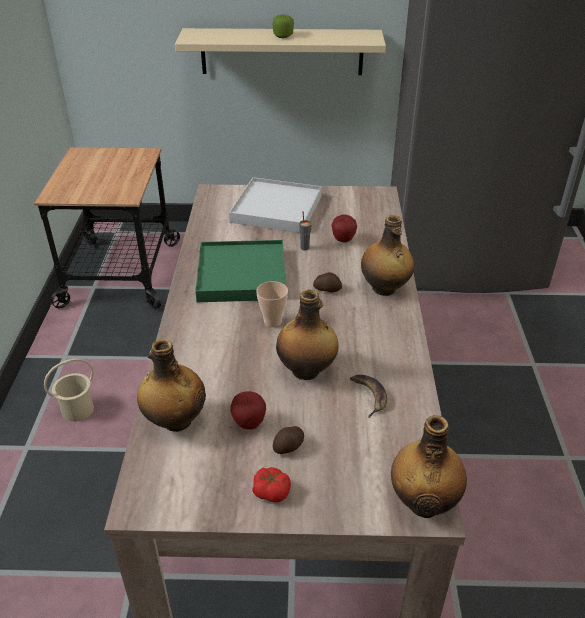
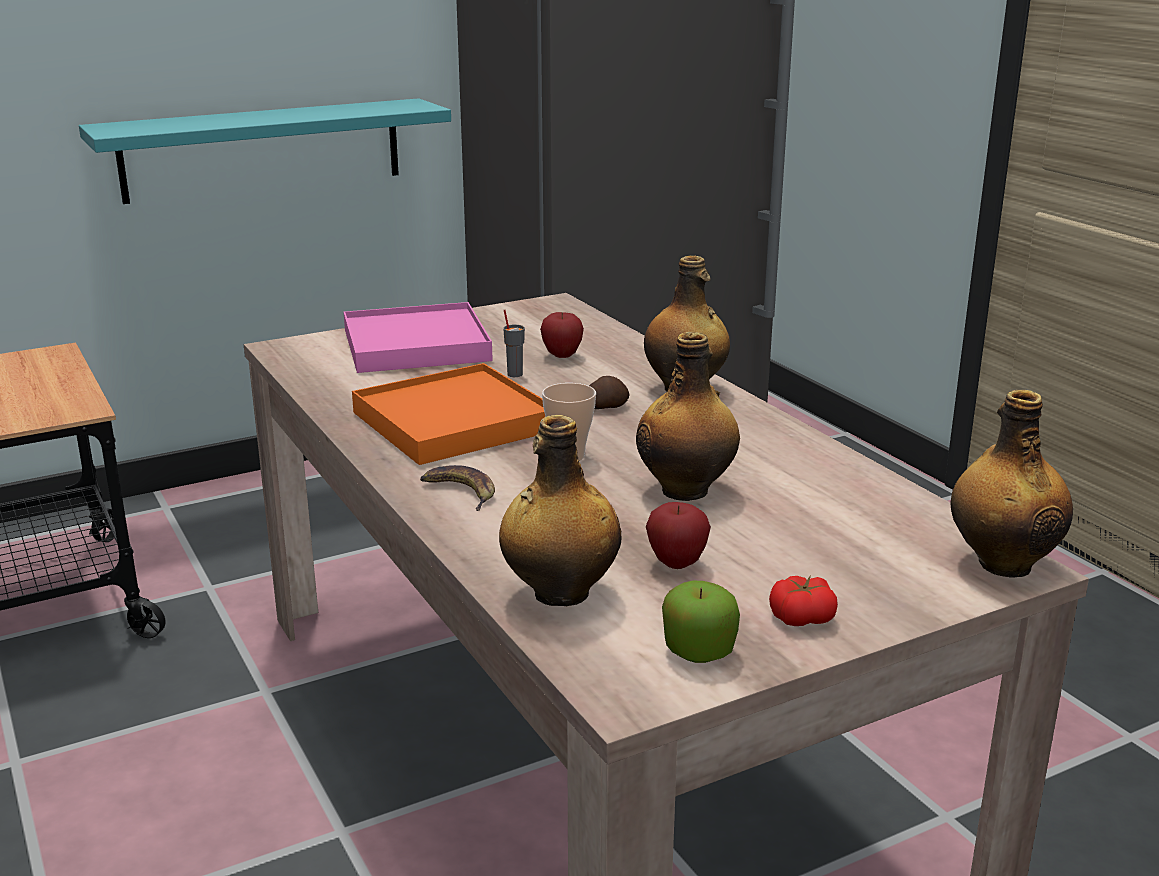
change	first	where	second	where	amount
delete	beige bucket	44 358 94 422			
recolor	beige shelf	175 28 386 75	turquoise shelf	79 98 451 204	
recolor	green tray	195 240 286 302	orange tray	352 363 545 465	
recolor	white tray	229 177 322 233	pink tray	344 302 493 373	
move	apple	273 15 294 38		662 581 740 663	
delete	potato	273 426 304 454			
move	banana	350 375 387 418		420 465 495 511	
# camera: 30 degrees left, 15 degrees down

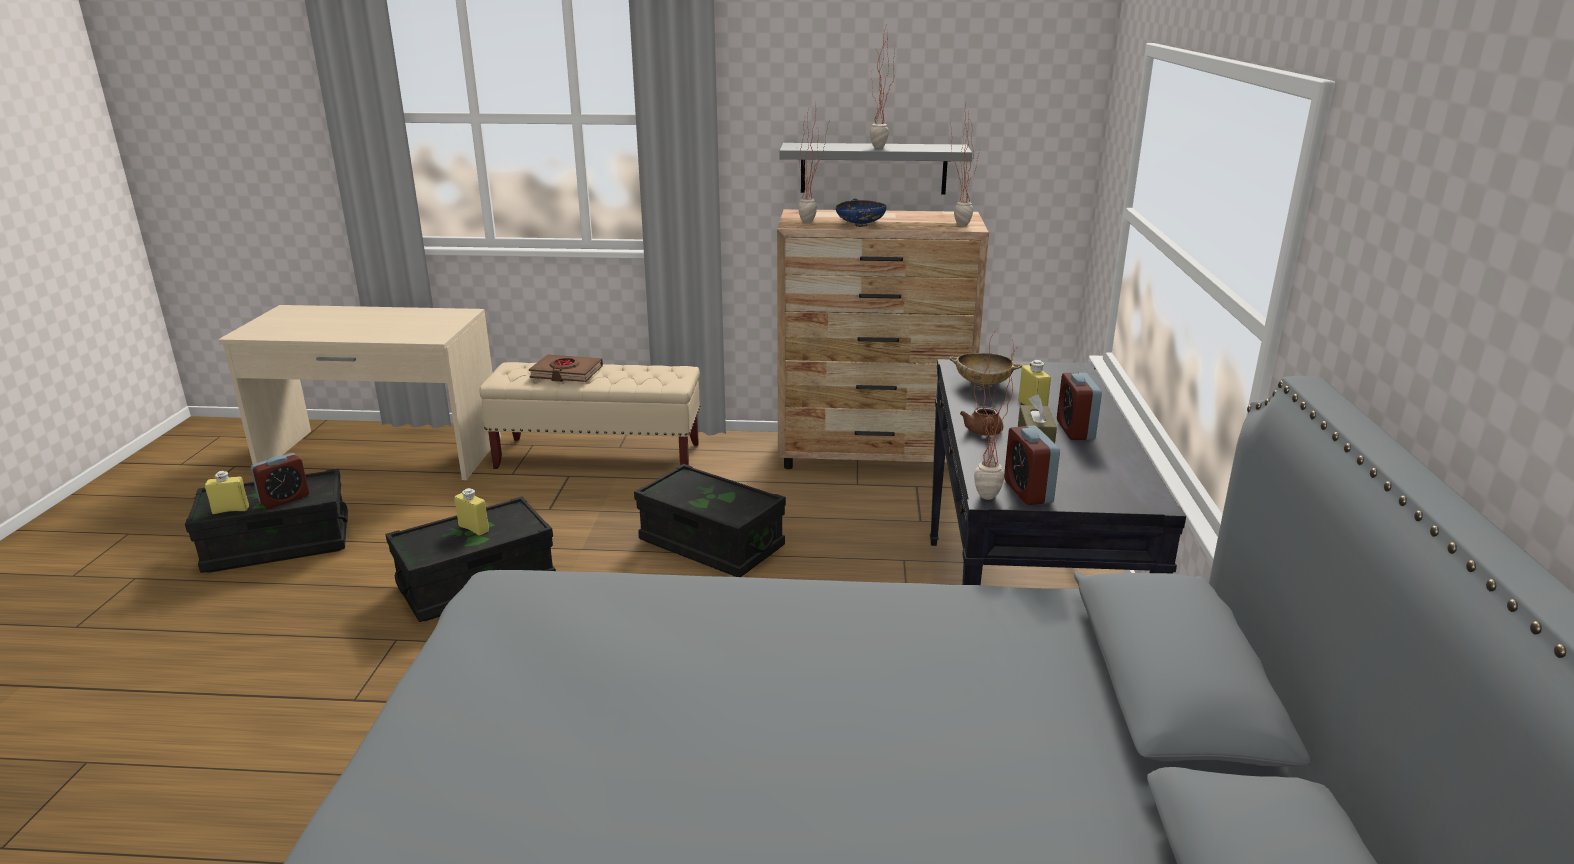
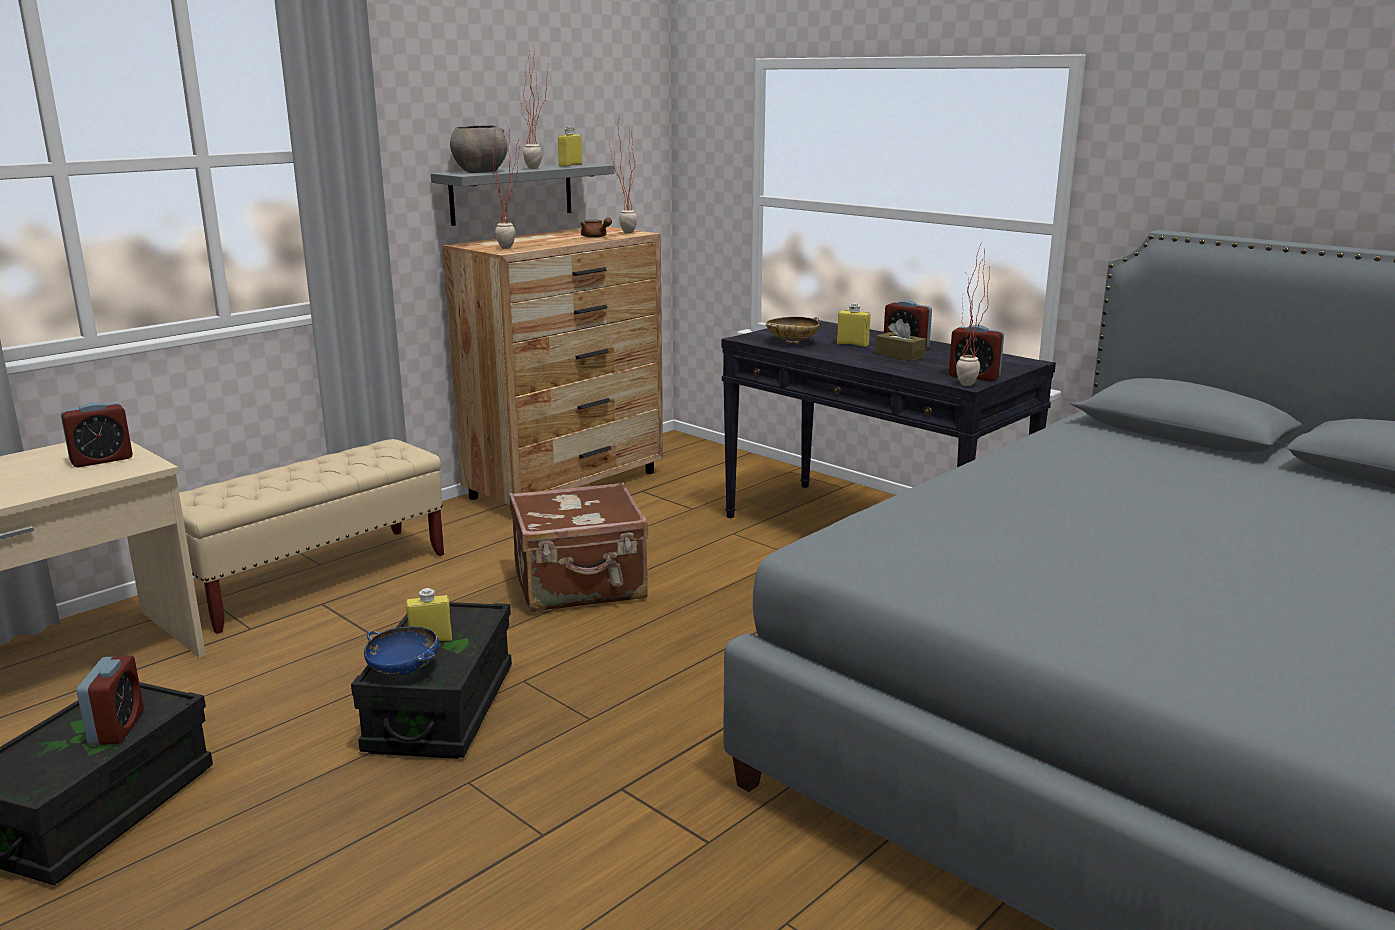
change	first	where	second	where	amount
move	yellow bottle	205 471 249 514		558 127 582 167	
delete	brown book	529 354 603 382			
replace	black storage box	634 464 786 577	brown suitcase	509 482 648 612	
move	blue bowl	836 199 886 227		364 627 439 675	
move	brown teapot	960 406 1003 436		580 217 612 238	
insert			alarm clock	61 402 133 467	
insert			grey bowl	450 125 508 173	
# camera: 50 degrees left, 5 degrees down

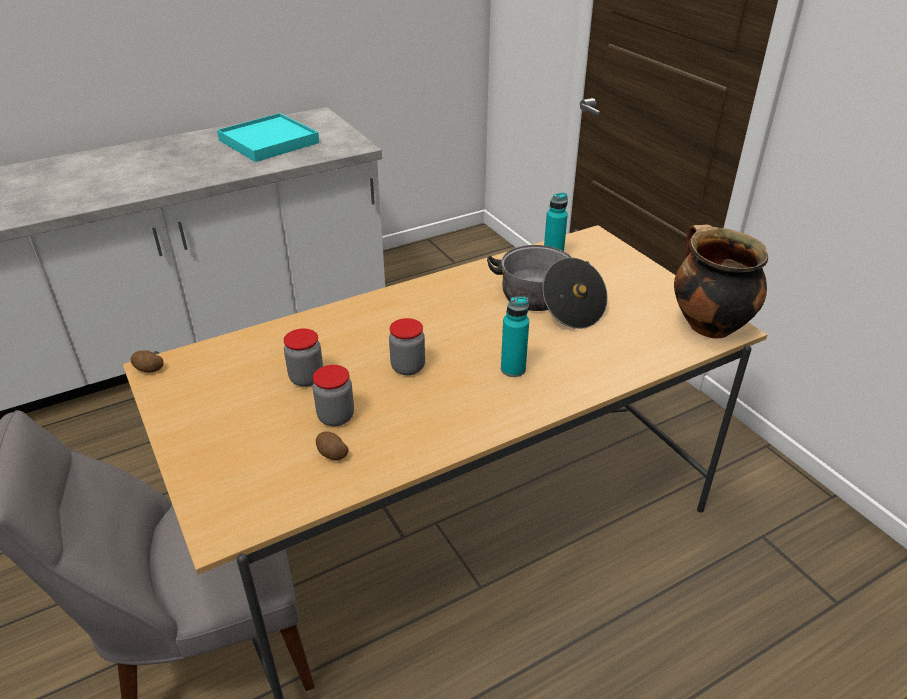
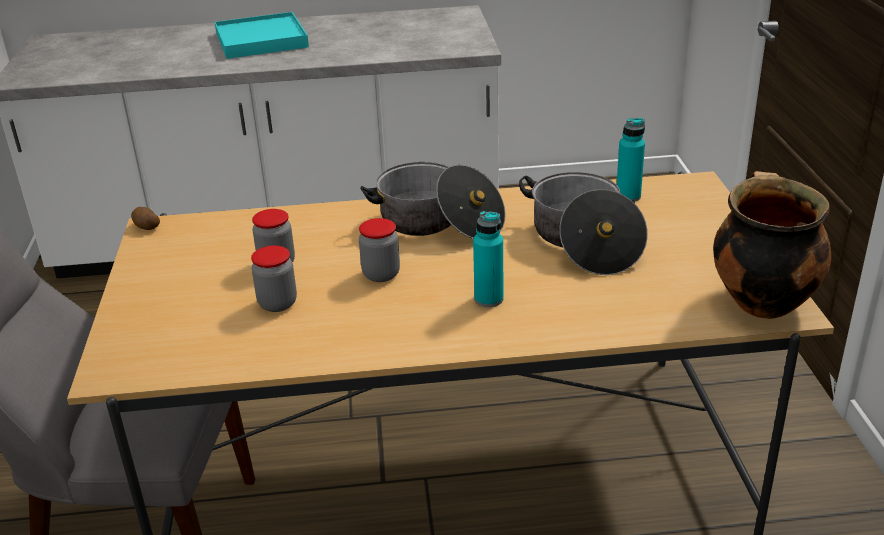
change	first	where	second	where	amount
move	turquoise tray	217 113 320 162		215 12 309 59	
delete	potato	316 431 348 460			
insert			cooking pot	360 162 506 239	
# camera: 25 degrees right, 5 degrees down

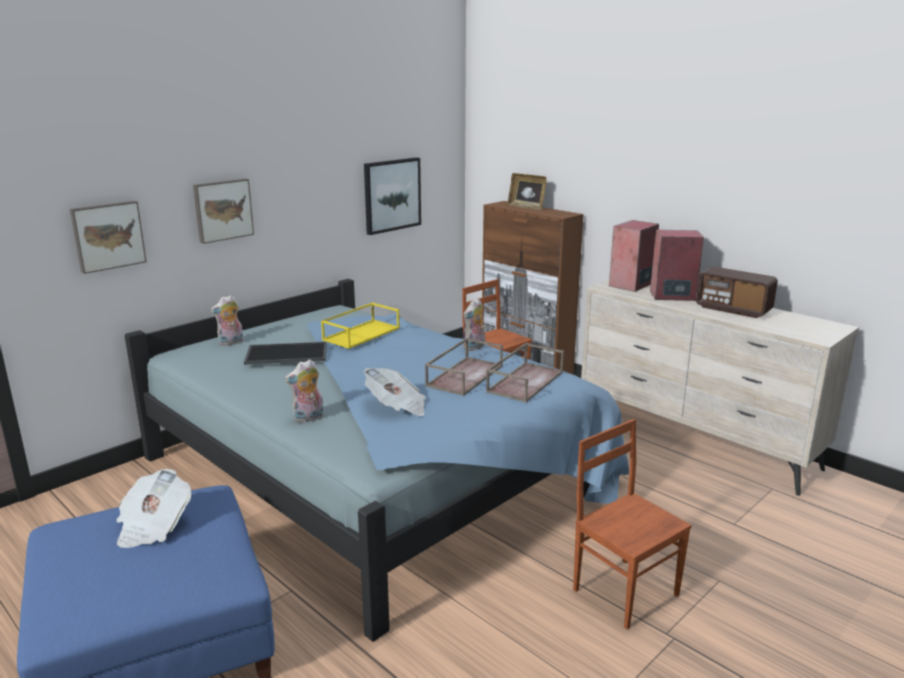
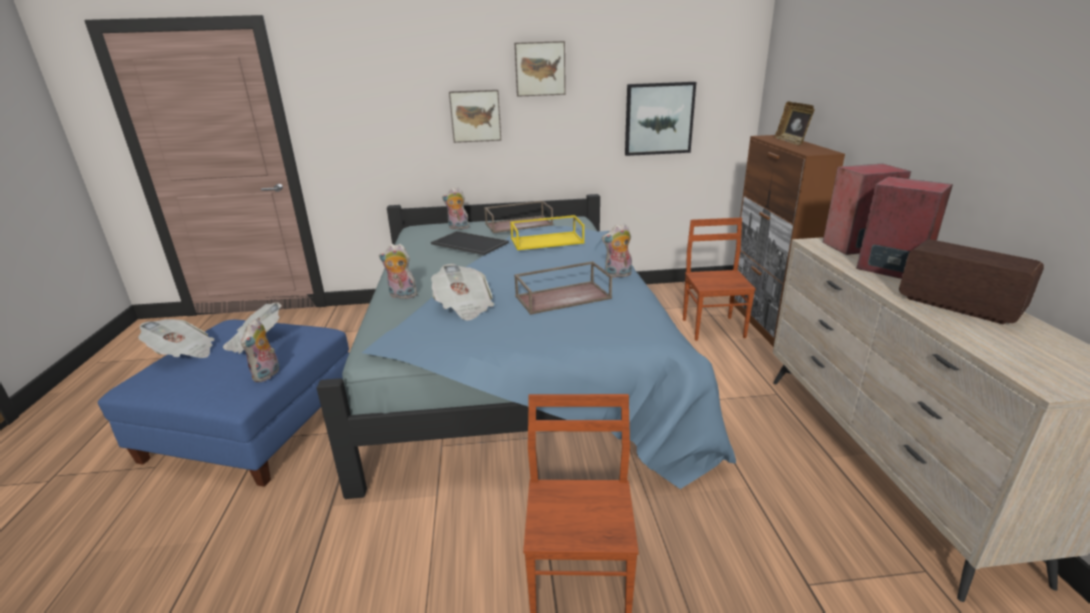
change	first	where	second	where	amount
move	picture	70 201 147 274		515 41 566 97	
move	brown tray	486 343 564 402		484 200 553 233	
rotate	radio	696 267 778 318		899 240 1044 324	150 degrees clockwise
insert			newspaper	138 319 214 358	
insert			plush toy	241 319 279 382	
# camera: 40 degrees right, 5 degrees up

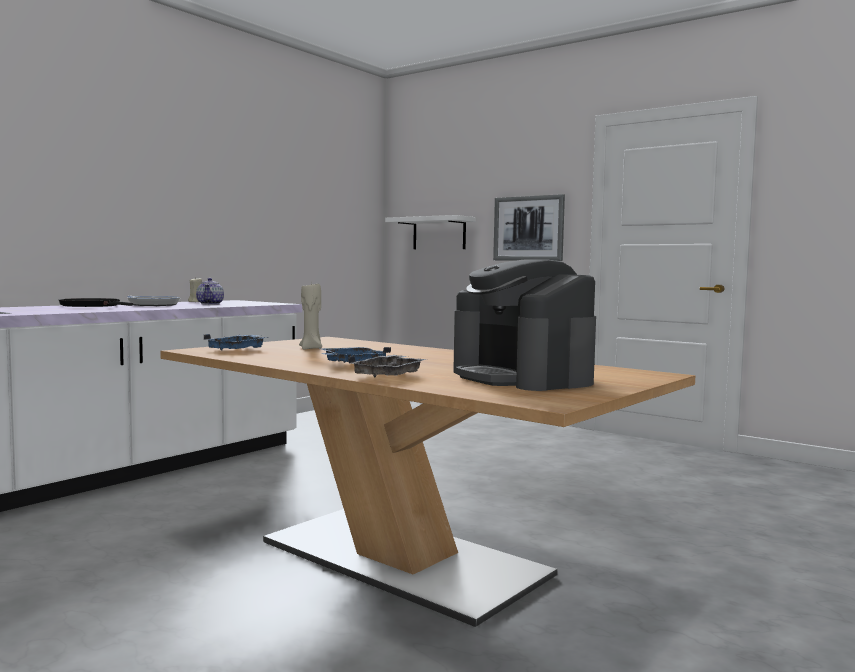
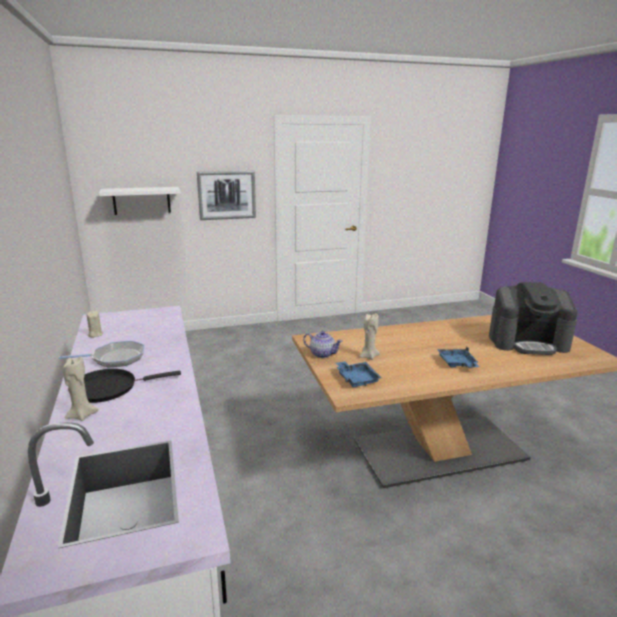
change	first	where	second	where	amount
move	teapot	196 278 224 305		303 331 343 358	
delete	grey tray	348 355 426 377			
insert			beige candle	63 356 99 421	
# camera: 55 degrees left, 15 degrees up

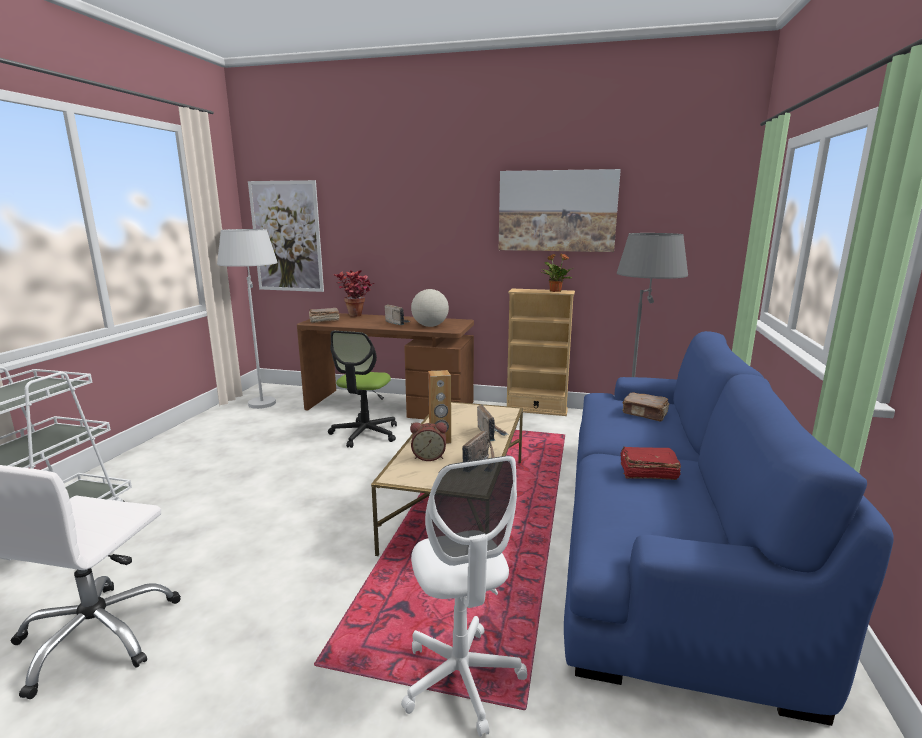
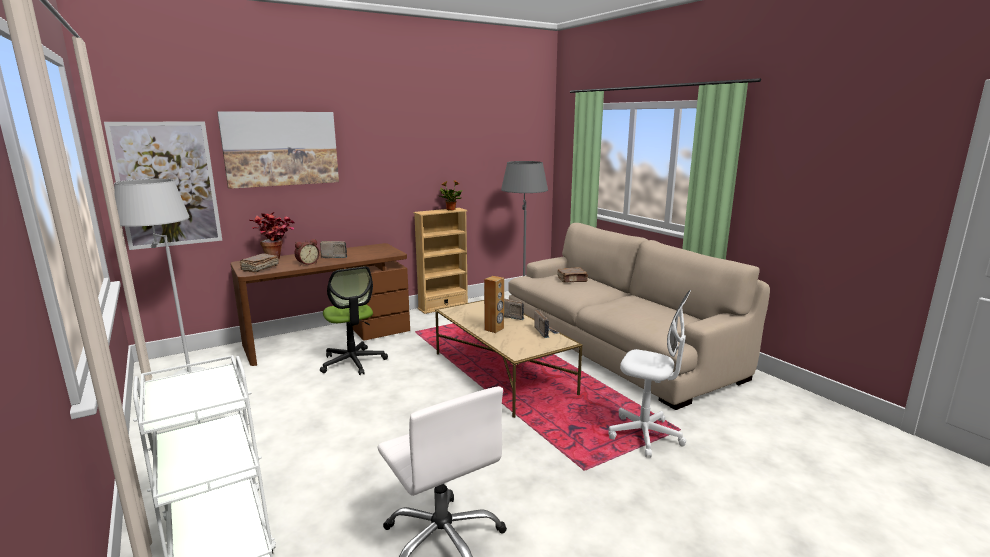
change	first	where	second	where	amount
move	alarm clock	410 422 447 461		294 239 320 266	
delete	globe	411 289 449 327			
move	picture	499 169 621 252		217 111 339 189	
recolor	blue sofa	564 331 893 726	beige sofa	508 223 770 410	
delete	red book	620 447 681 480			
# camera: 45 degrees left, 0 degrees up

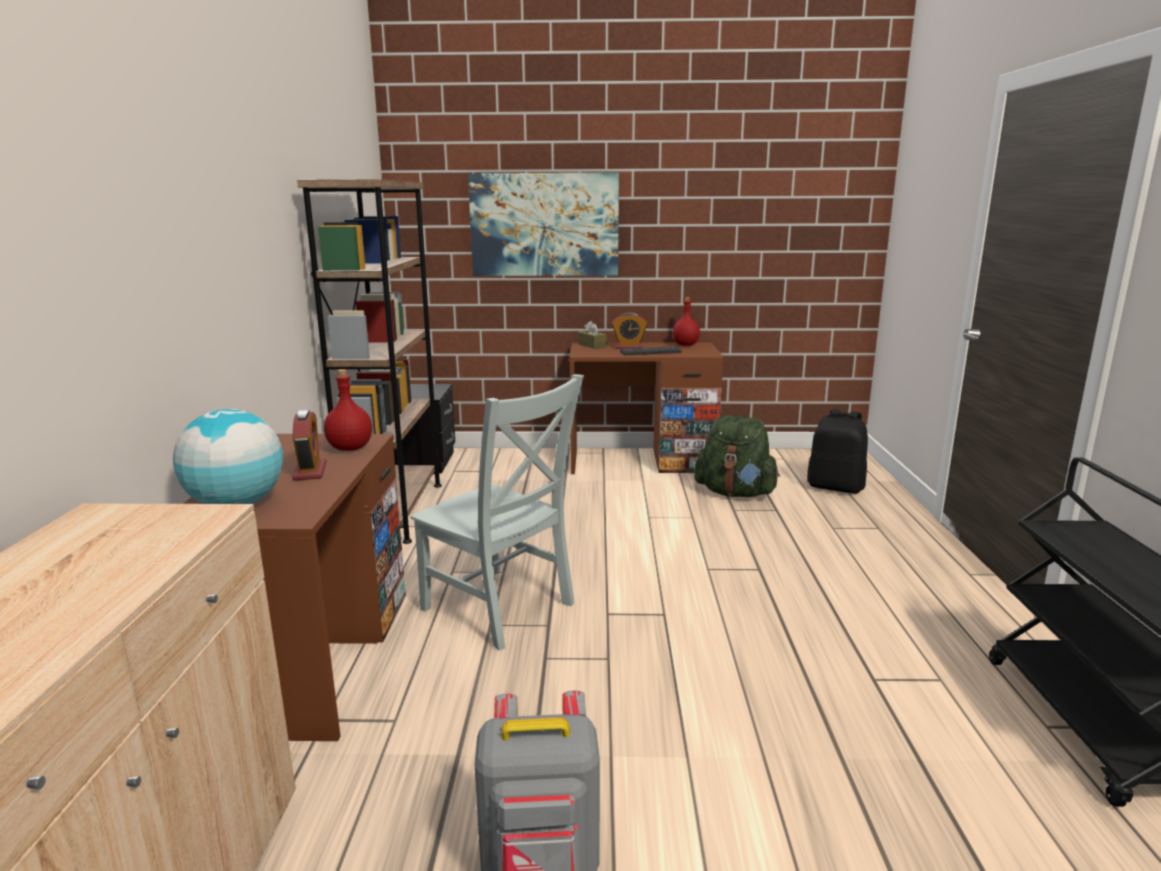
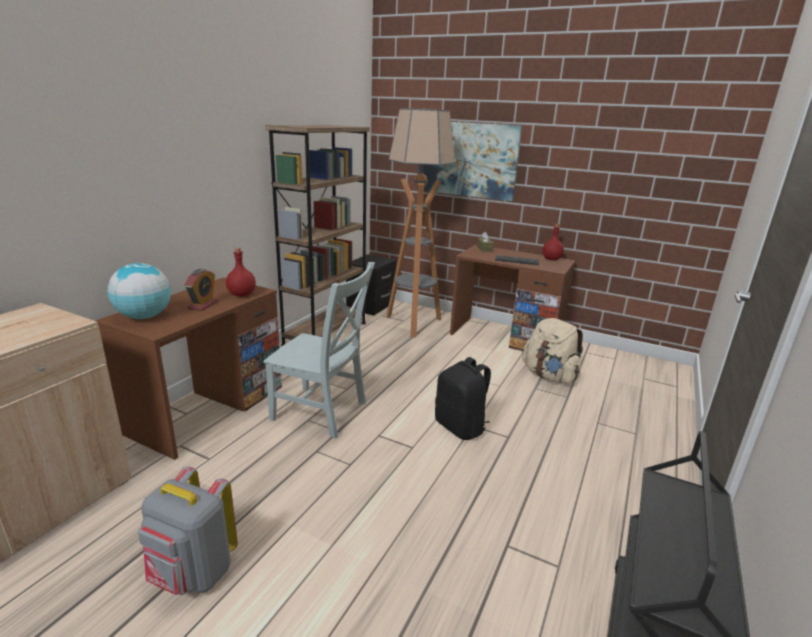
change	first	where	second	where	amount
rotate	grey chair	411 374 584 650		263 262 375 439	45 degrees counterclockwise
delete	alarm clock	612 313 648 349			
recolor	green backpack	694 415 780 497	beige backpack	522 318 583 384	
move	black backpack	807 409 868 494		435 357 491 440	
insert			floor lamp	386 108 455 337	
# camera: 25 degrees right, 5 degrees up

